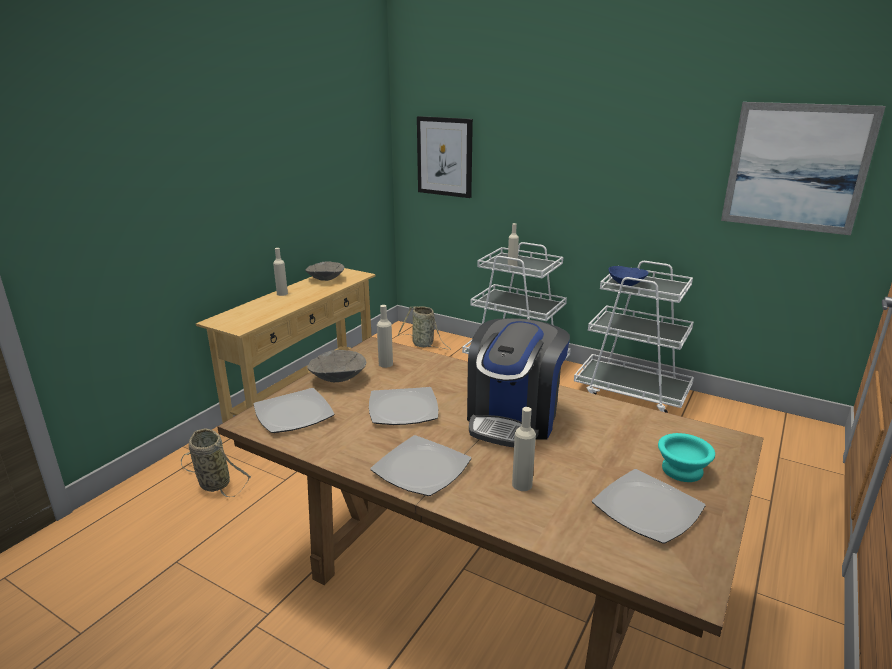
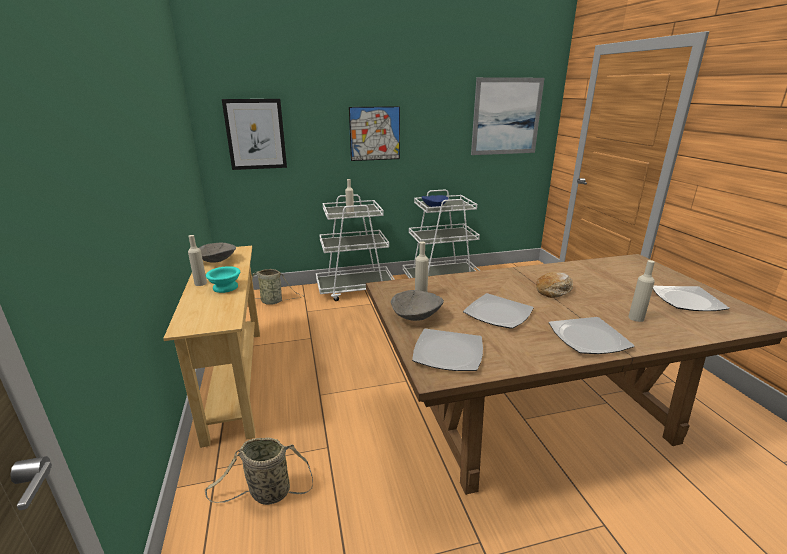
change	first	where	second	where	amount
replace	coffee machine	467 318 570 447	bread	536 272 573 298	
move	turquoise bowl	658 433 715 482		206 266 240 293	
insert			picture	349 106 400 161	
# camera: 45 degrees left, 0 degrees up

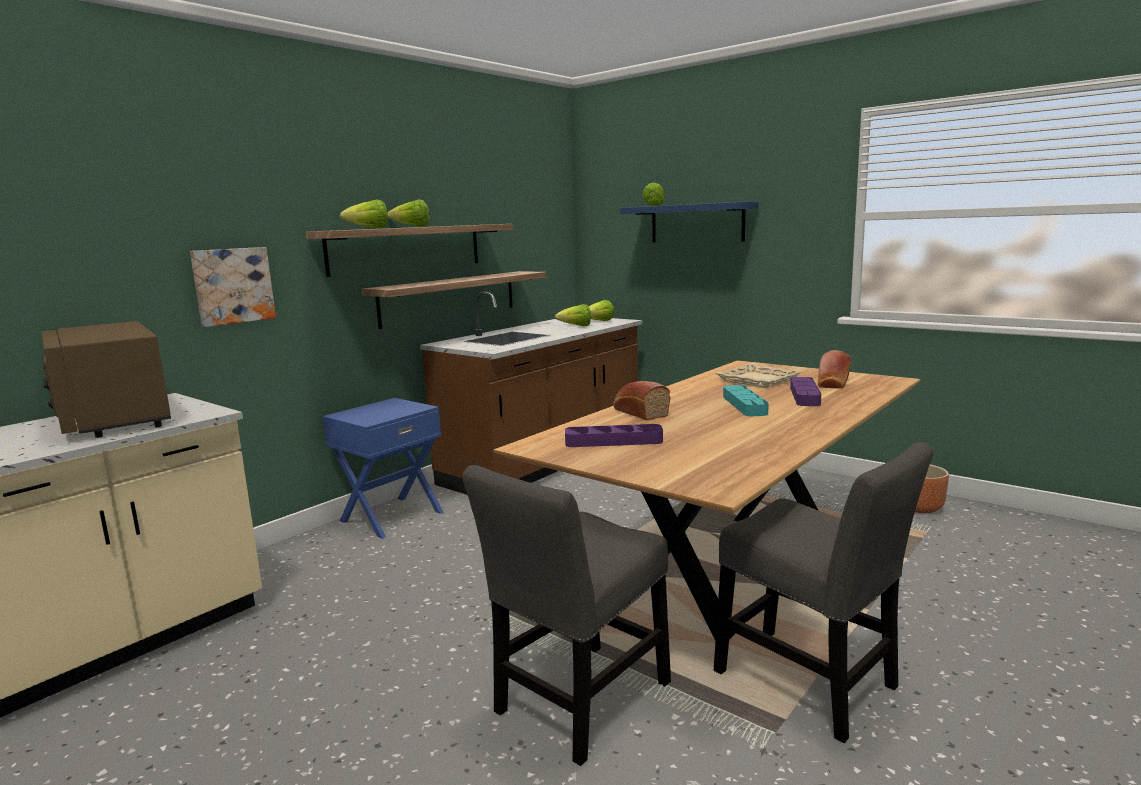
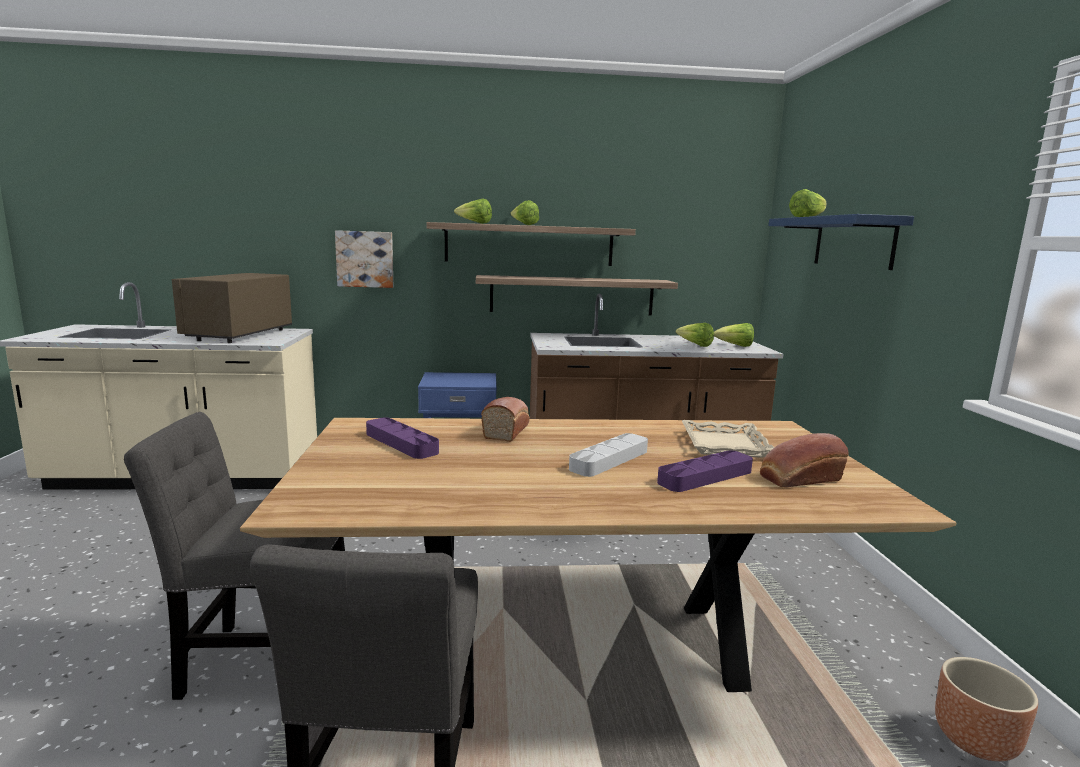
change	first	where	second	where	amount
recolor	turquoise tray	723 385 769 416	grey tray	569 433 648 477	
# camera: 45 degrees right, 0 degrees up

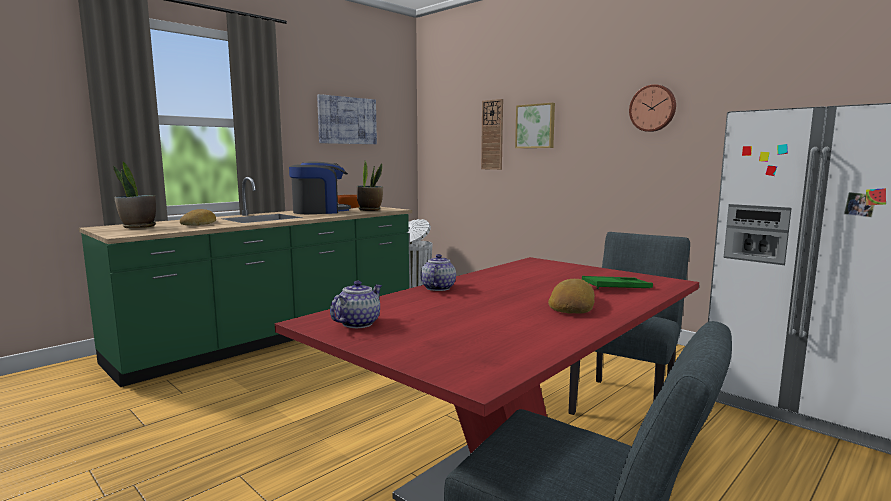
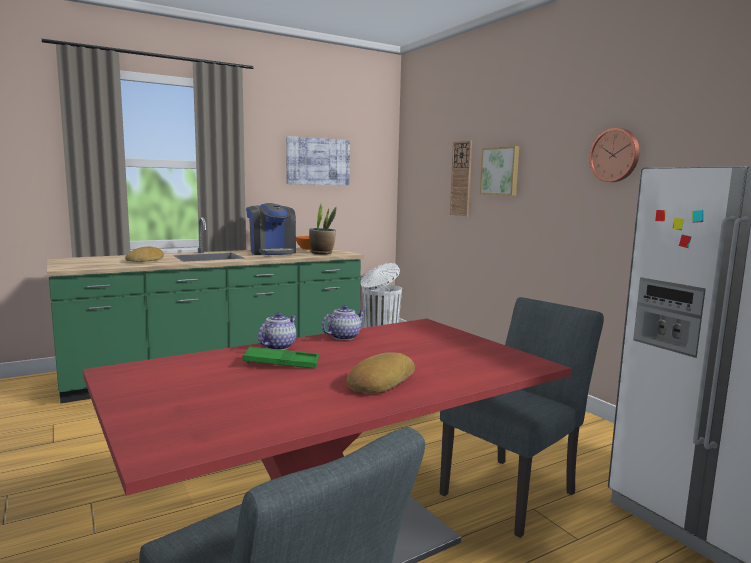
change	first	where	second	where	amount
delete	potted plant	113 162 156 228			
rotate	coffee machine	289 161 351 214		246 203 296 255	75 degrees clockwise
move	teapot	330 281 382 328		321 305 366 340	
move	green tray	582 276 653 289		242 346 319 368	
# camera: 15 degrees right, 0 degrees up

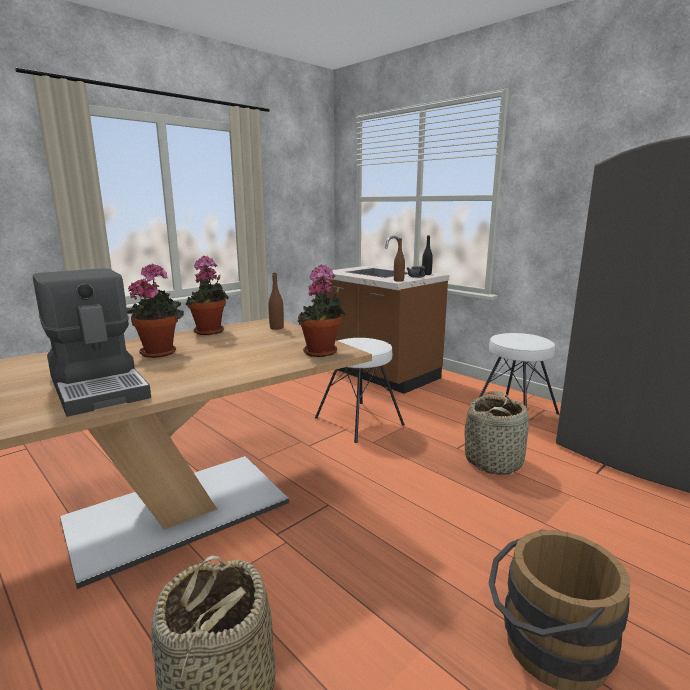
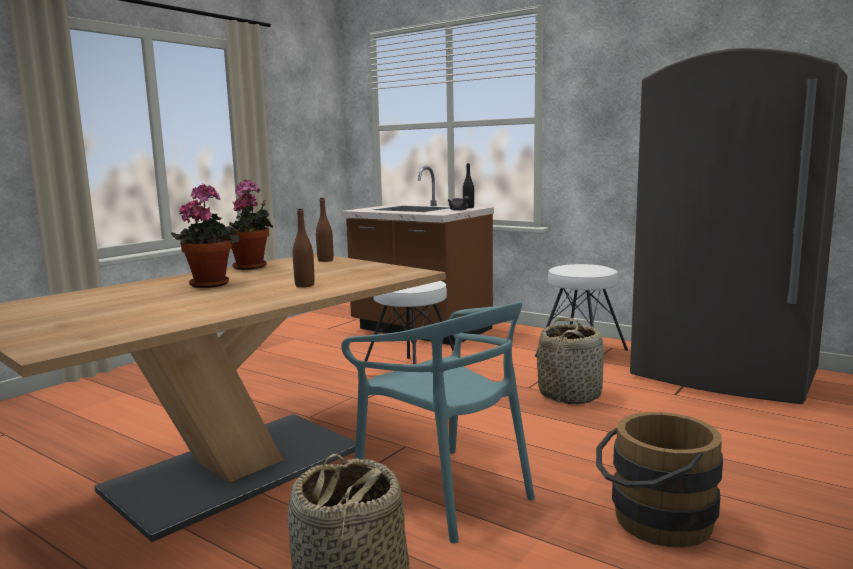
change	first	where	second	where	amount
delete	coffee machine	32 268 151 417			
delete	potted plant	298 265 346 357			
move	brown bottle	394 238 405 282		293 209 314 287	
insert			turquoise chair	341 302 535 543	
# camera: 10 degrees left, 5 degrees down

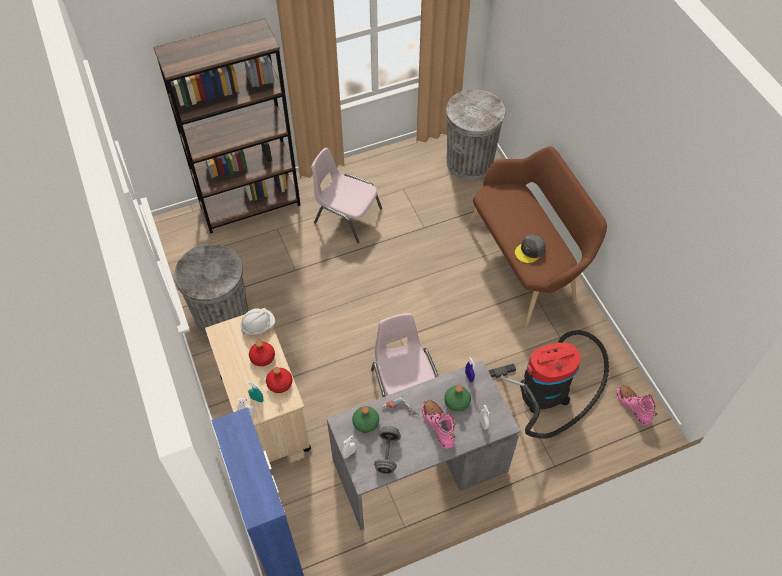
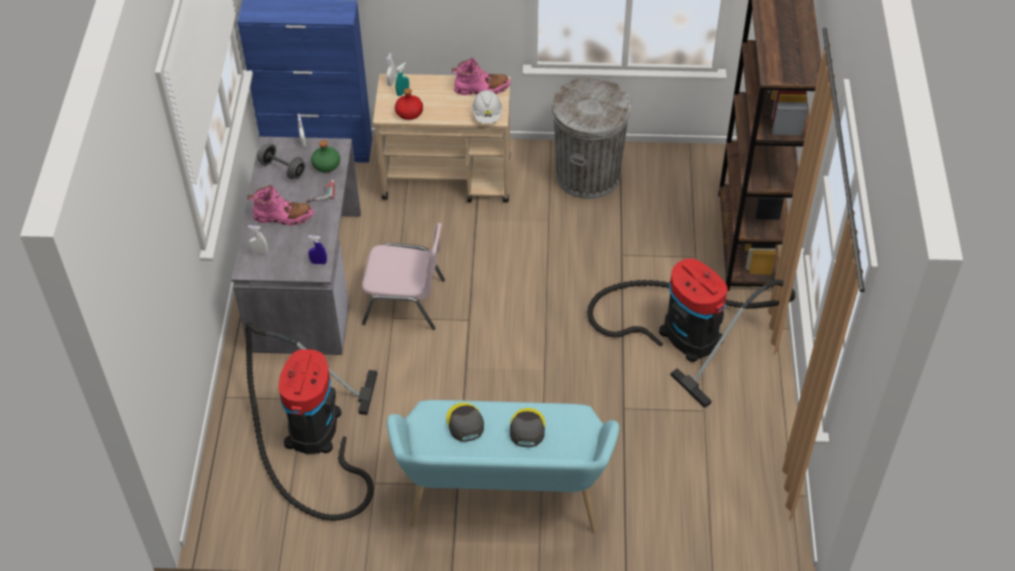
change	first	where	second	where	amount
delete	red bottle	249 341 275 366			
replace	pink chair	311 148 382 243	vacuum cleaner	587 258 795 408	
delete	green bottle	444 385 471 411			
delete	grey trash can	446 89 506 180			
recolor	brown bench	466 146 607 328	turquoise bench	387 400 619 532	
move	pink boot	616 385 658 426		451 58 510 95	
insert			grey cap	510 408 545 447	
# camera: 115 degrees right, 5 degrees down

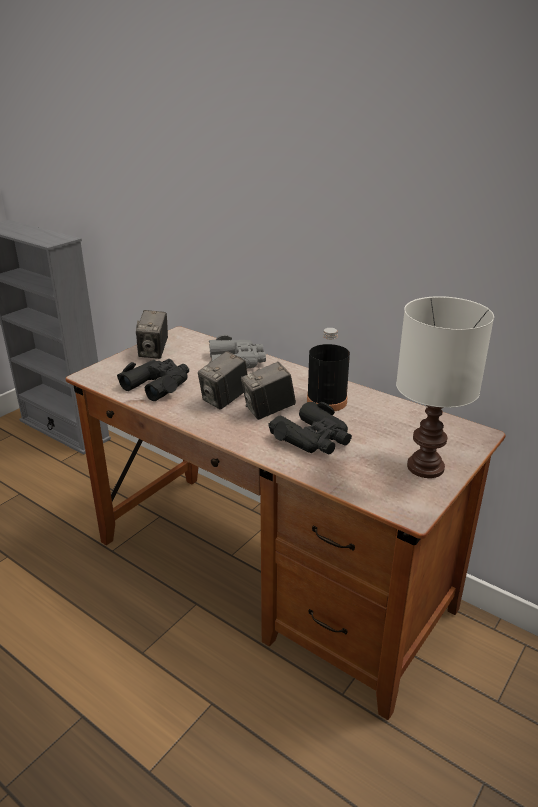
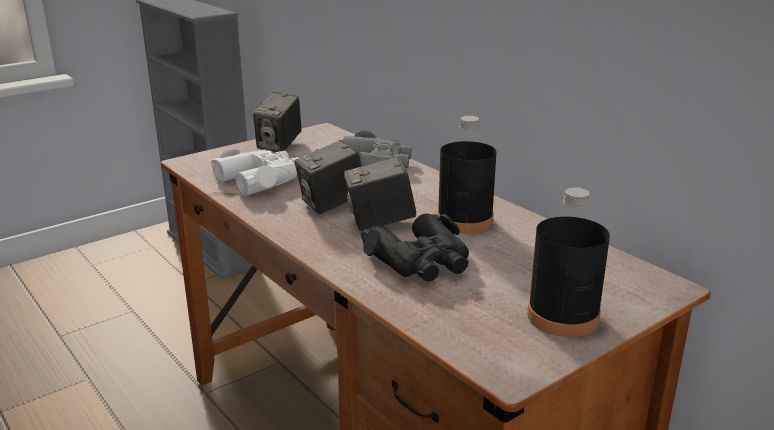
change	first	where	second	where	amount
recolor	black binoculars	117 359 189 401	white binoculars	211 148 300 196	
replace	white table lamp	396 296 494 478	black bottle	527 188 610 337	
# camera: 15 degrees right, 5 degrees down

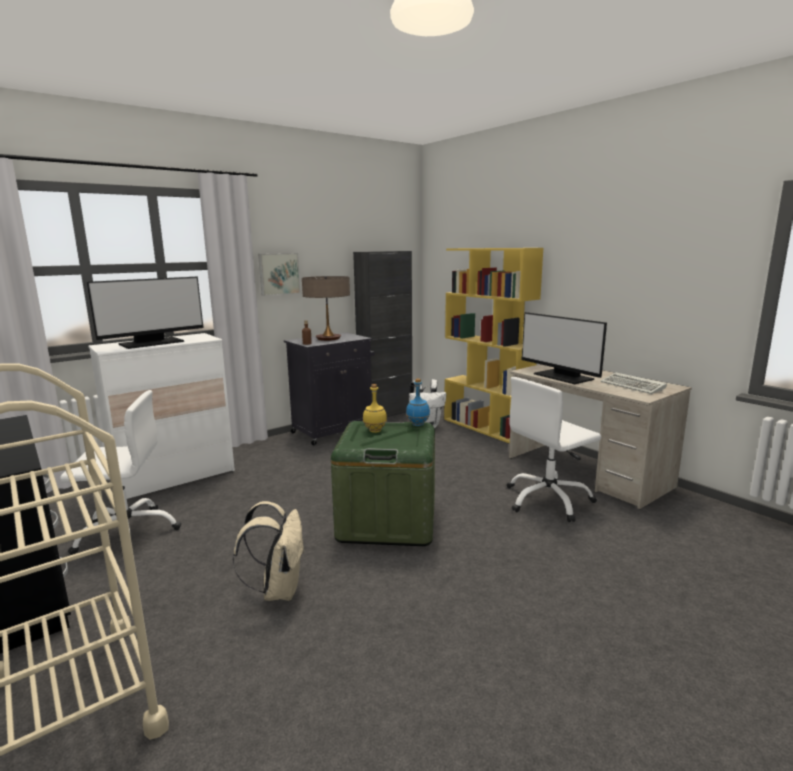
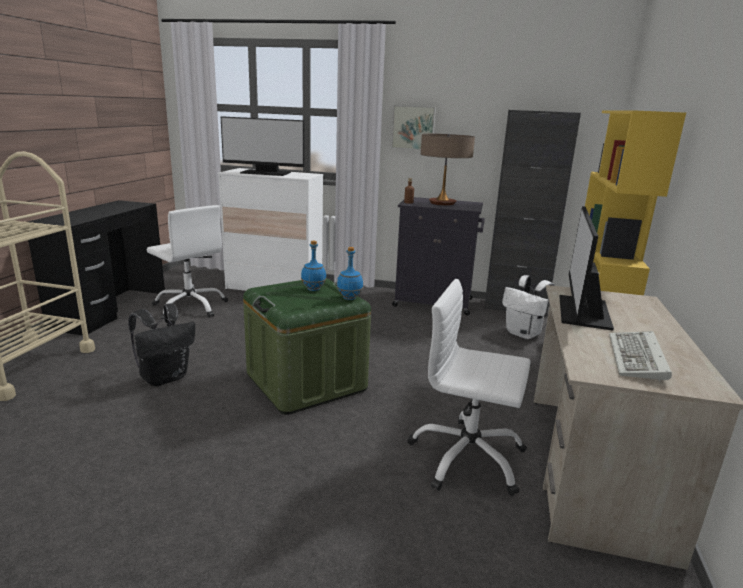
change	first	where	second	where	amount
recolor	beige backpack	232 501 305 601	black backpack	128 303 195 386	
recolor	yellow bottle	363 384 387 433	blue bottle	301 241 326 291	
# camera: 50 degrees right, 5 degrees up

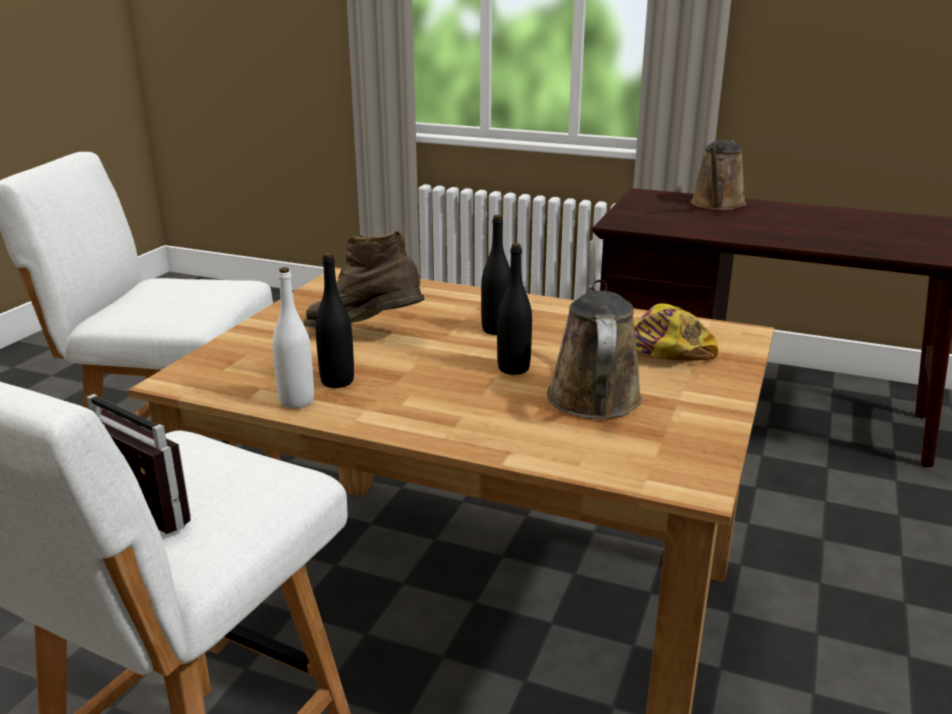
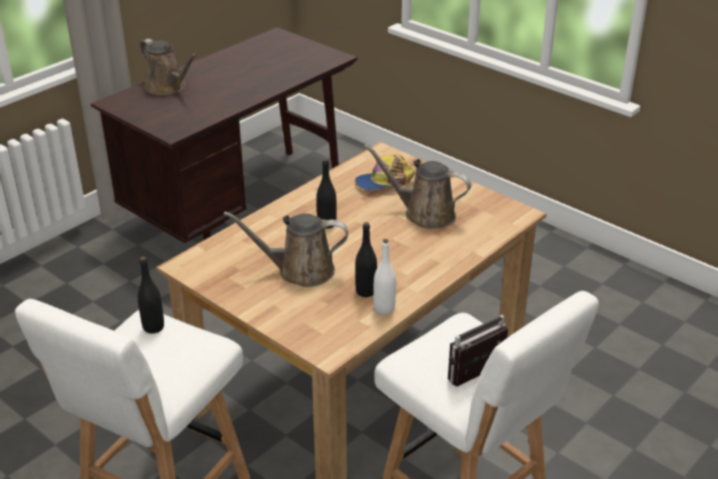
change	first	where	second	where	amount
replace	brown boot	304 231 424 328	brown watering can	224 211 348 287	
move	black bottle	497 243 532 375		138 257 164 334	
# camera: 70 degrees left, 10 degrees up

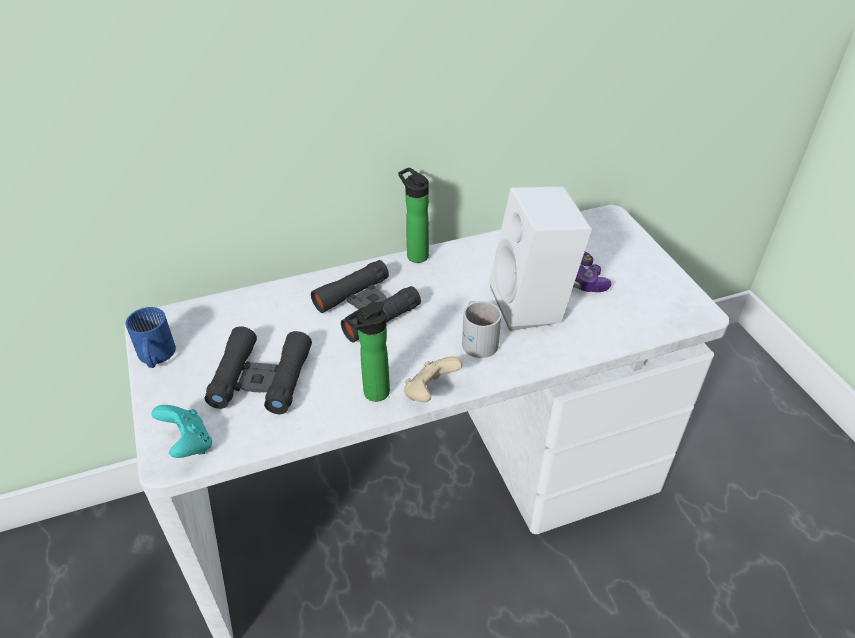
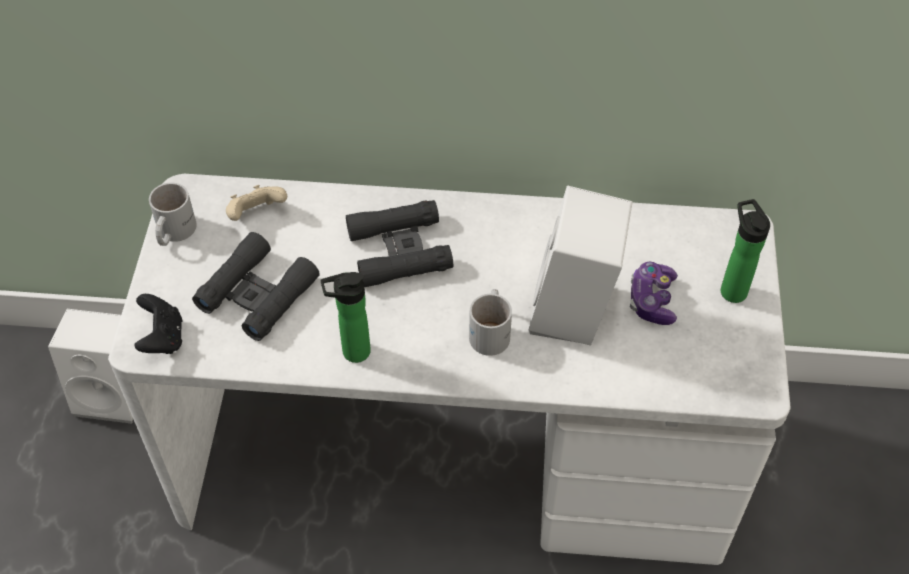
change	first	where	second	where	amount
recolor	blue mug	126 307 176 368	white mug	149 183 197 246	
recolor	turquoise game controller	152 405 212 458	black game controller	134 294 182 354	
move	bottle	398 167 429 263		721 199 770 303	
move	beige game controller	404 356 462 402		226 185 287 221	
insert			white speaker	48 309 133 424	
# camera: 25 degrees right, 10 degrees up

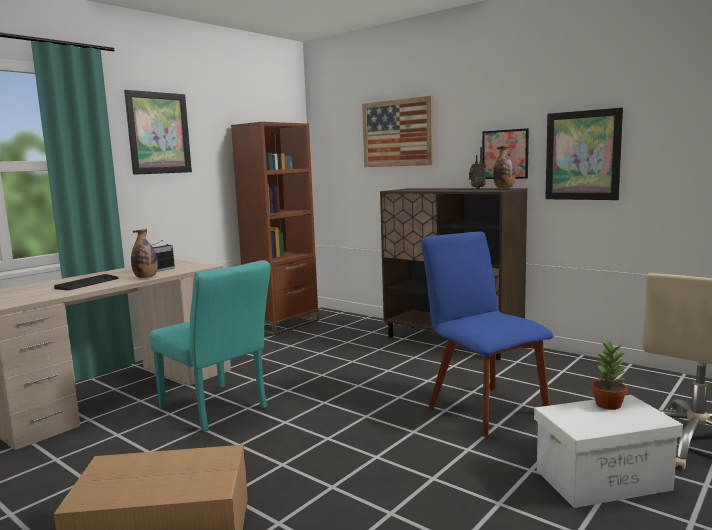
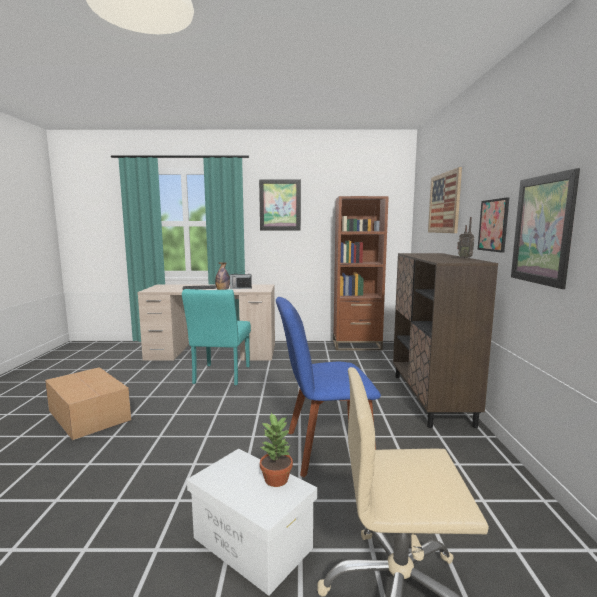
change	first	where	second	where	amount
rotate	blue chair	421 231 554 437		276 297 381 477	120 degrees counterclockwise
delete	bottle	493 146 515 189			
# camera: 50 degrees right, 0 degrees up

